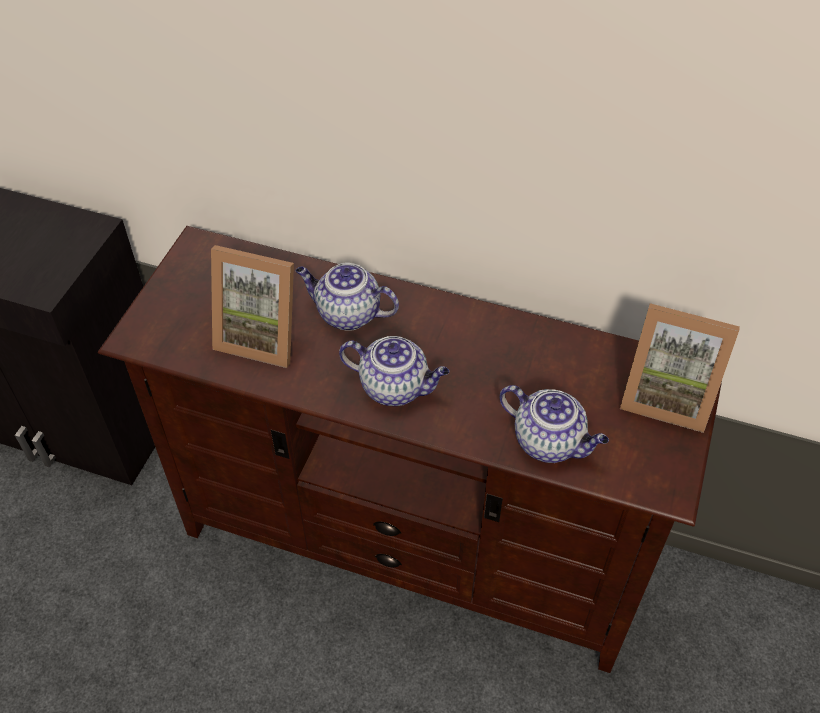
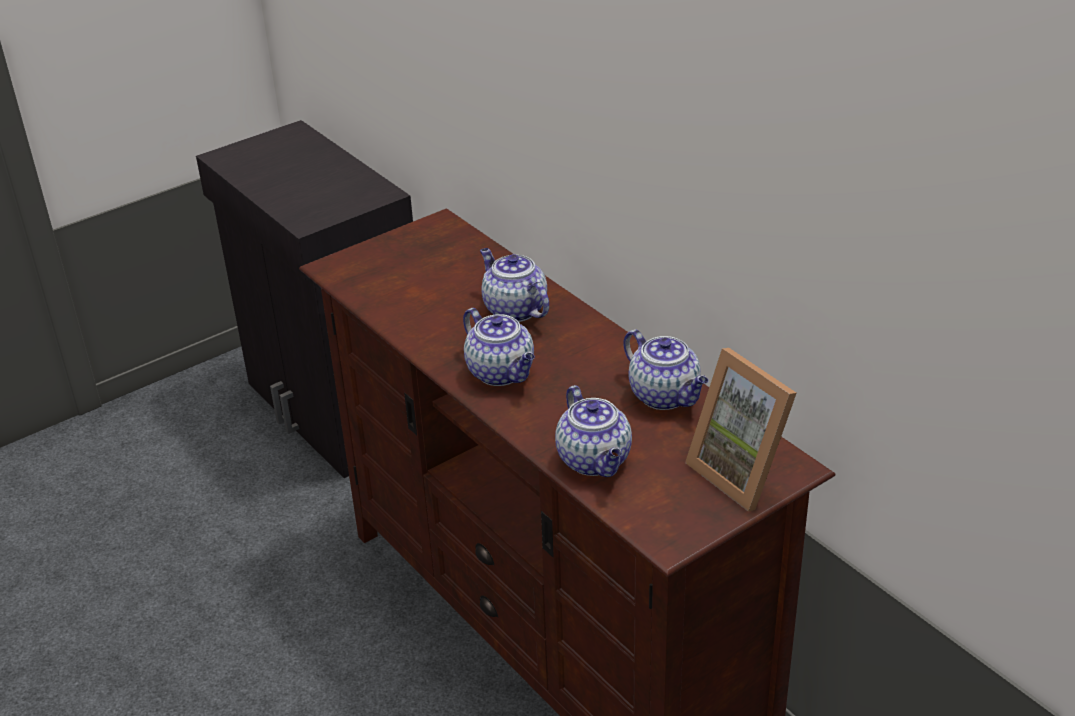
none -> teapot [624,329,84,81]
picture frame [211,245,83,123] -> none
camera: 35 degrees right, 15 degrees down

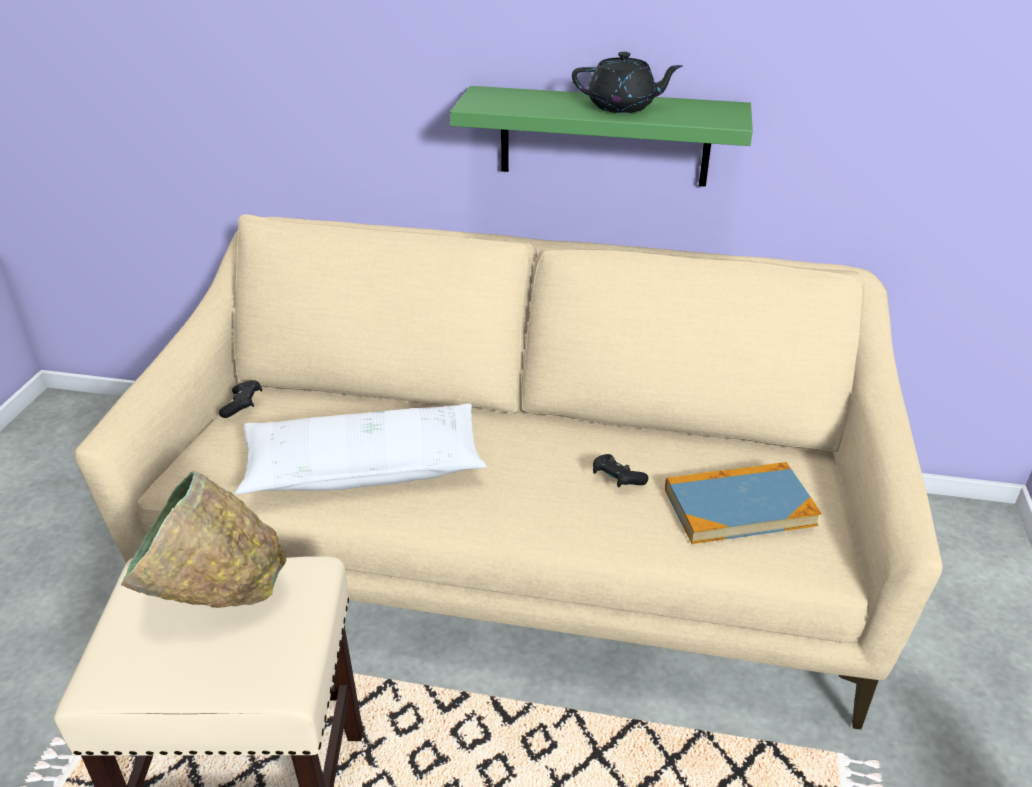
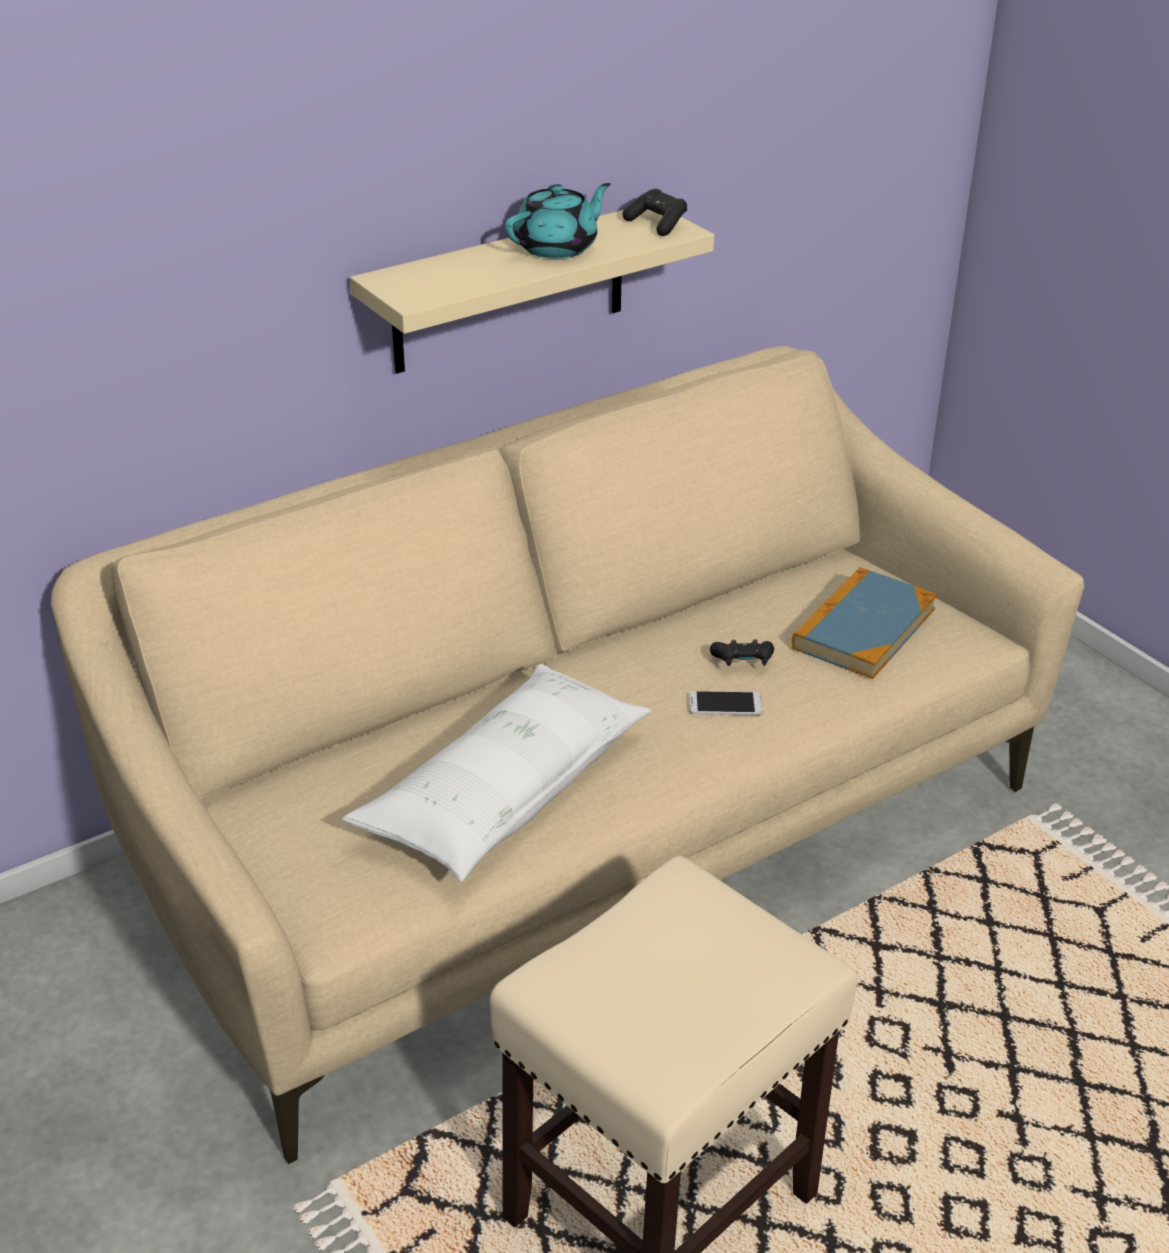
green shelf [450,86,303,101] -> beige shelf [350,209,364,164]
black teapot [572,52,110,61] -> turquoise teapot [505,183,106,76]
black game controller [219,380,43,38] -> black game controller [622,189,65,47], move
none -> phone [689,691,73,24]
green bowl [121,471,165,137] -> none
camera: 45 degrees left, 0 degrees up

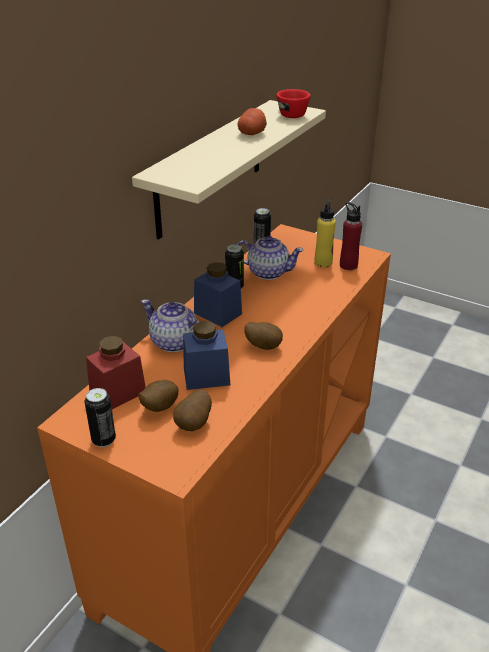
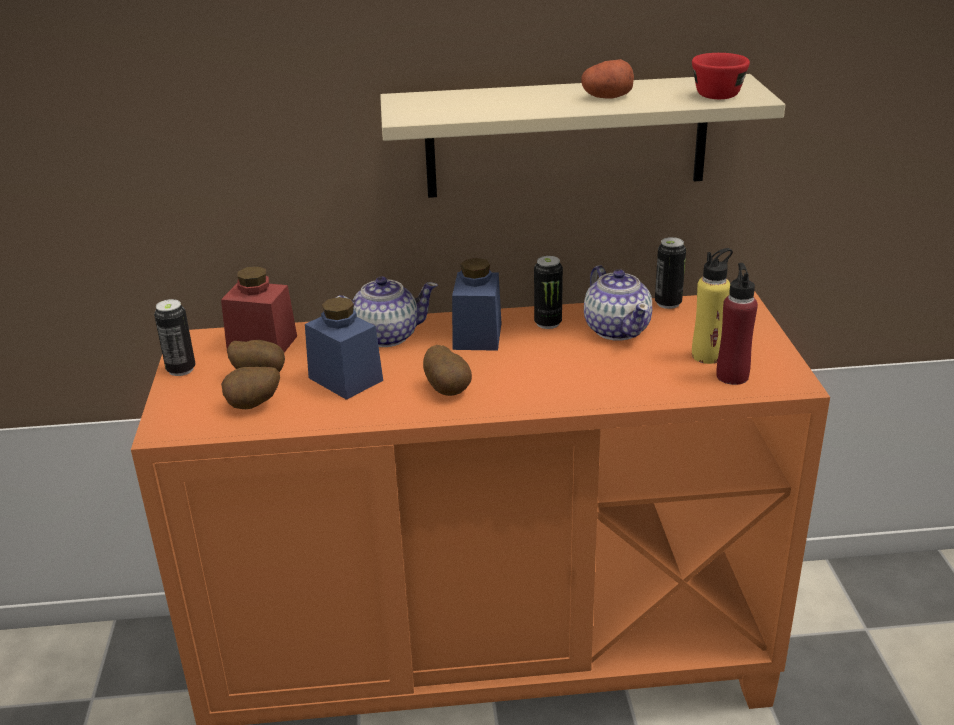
teapot [141,299,59,53] -> teapot [336,276,102,71], 75 degrees clockwise
camera: 55 degrees right, 5 degrees down

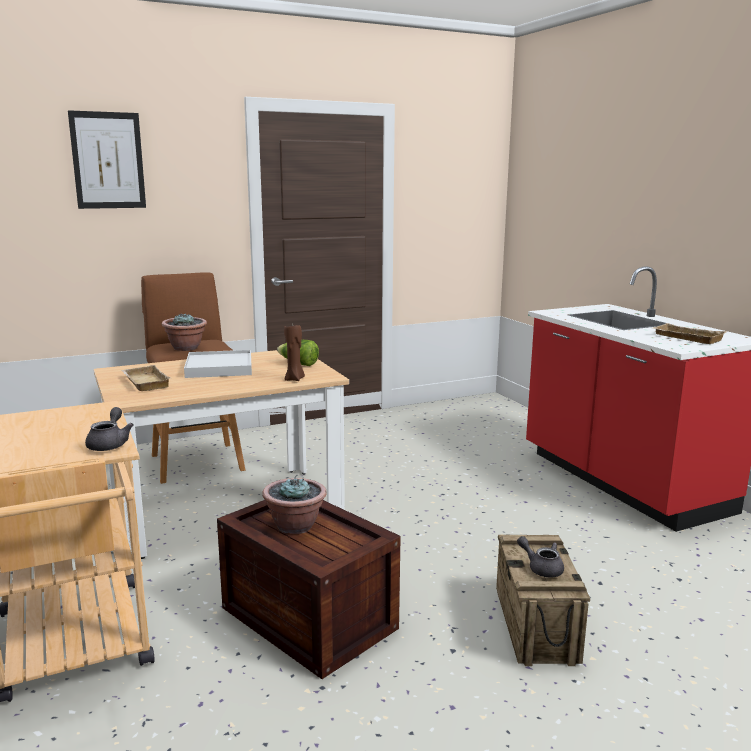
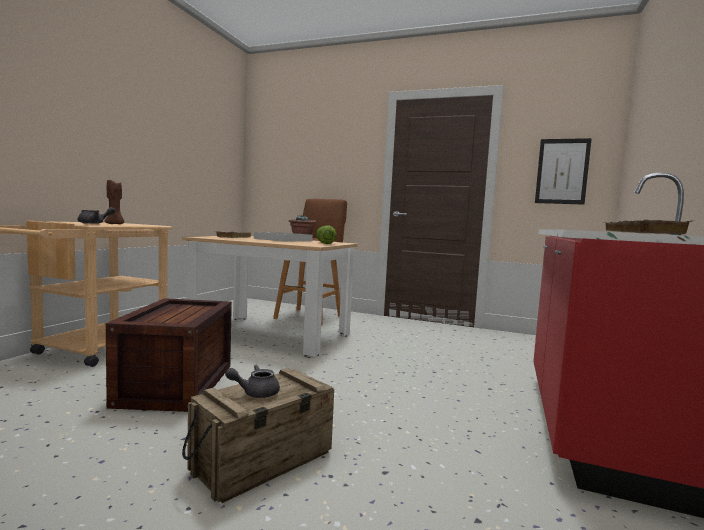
brown candle [284,325,21,56] -> brown candle [105,180,19,44], move
grey teapot [517,536,47,42] -> grey teapot [225,365,55,33], 105 degrees counterclockwise
picture [68,110,78,99] -> picture [535,138,57,67], move
potted plant [262,476,65,58] -> none
camera: 45 degrees right, 10 degrees down

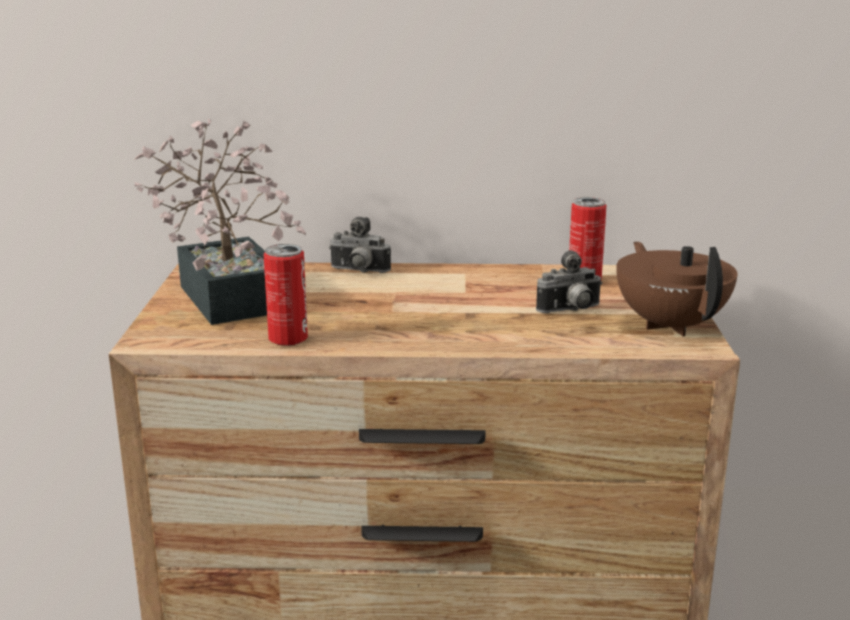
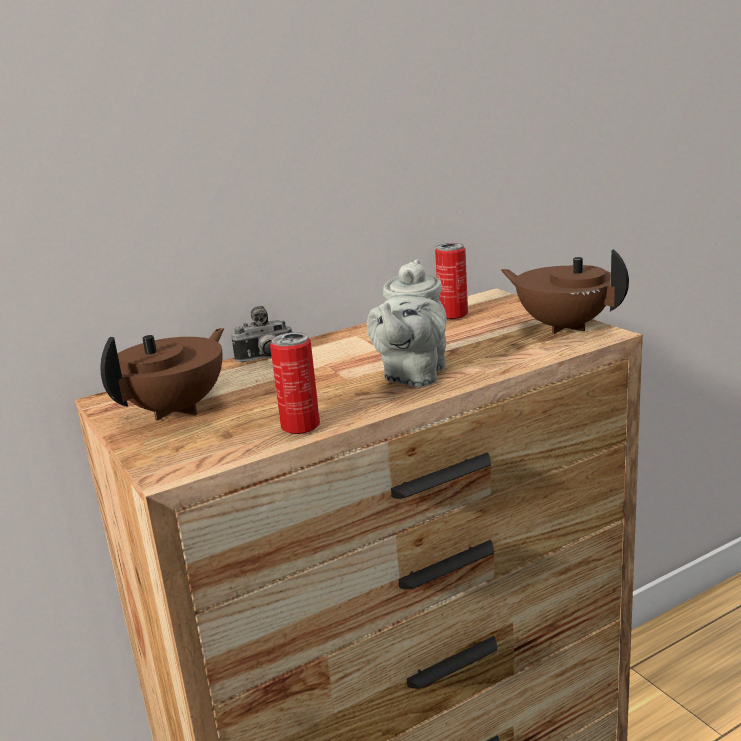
potted plant [134,118,172,207] -> brown teapot [100,328,124,93]
none -> grey teapot [367,259,80,128]
photo camera [536,250,67,63] -> none
camera: 30 degrees left, 0 degrees up

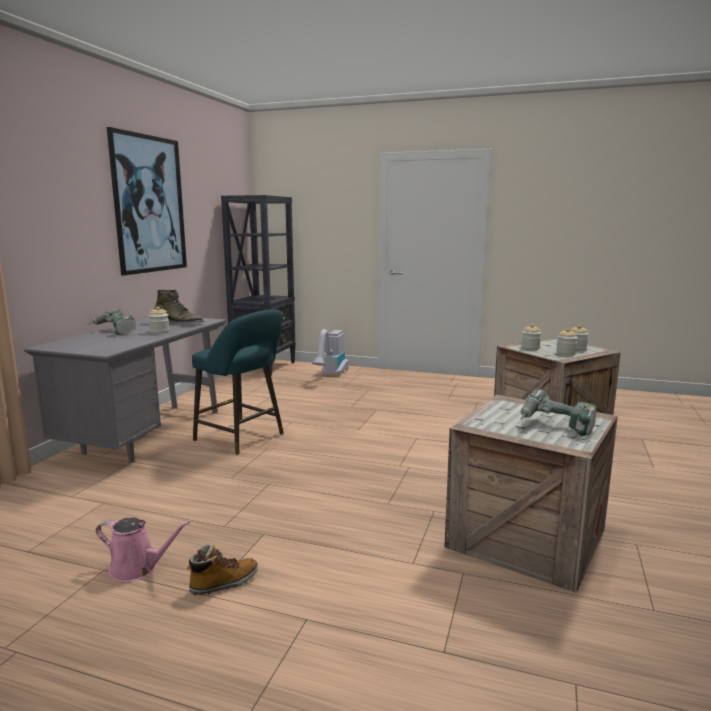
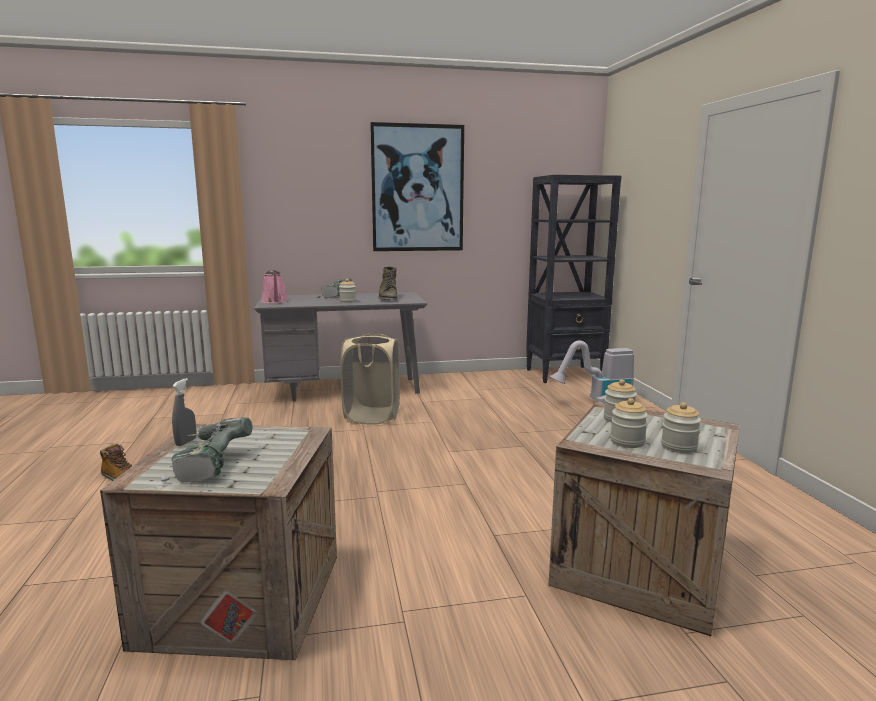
none -> grey spray bottle [172,378,24,68]
pink watering can [96,517,94,65] -> pink watering can [261,270,27,33], move
turquoise stool [192,309,91,146] -> beige laundry basket [341,333,59,92]
camera: 60 degrees right, 0 degrees up

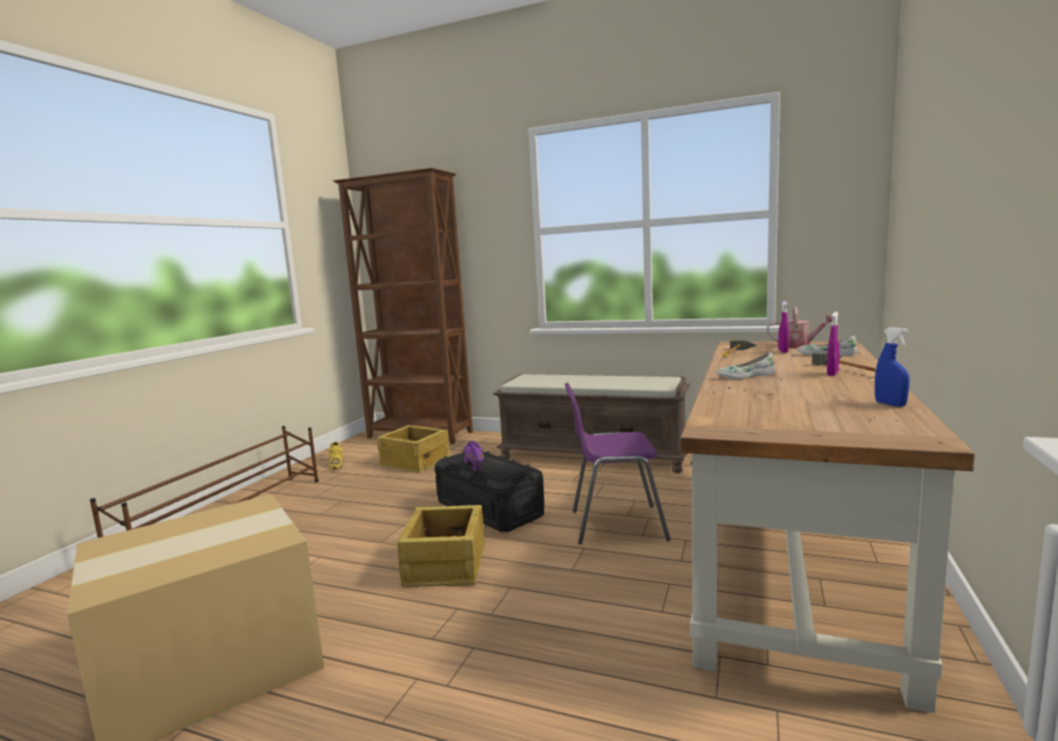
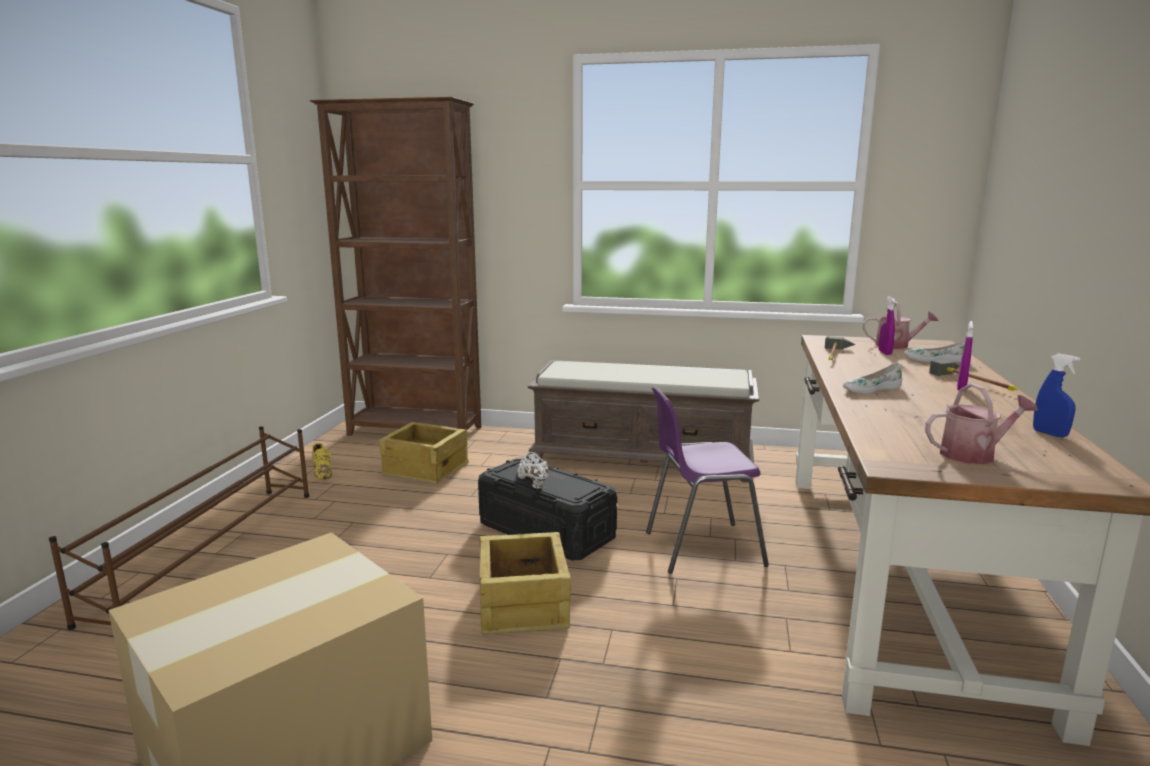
purple shoe [463,441,21,30] -> white shoe [517,452,31,37]
none -> watering can [925,383,113,81]
camera: 10 degrees left, 5 degrees up

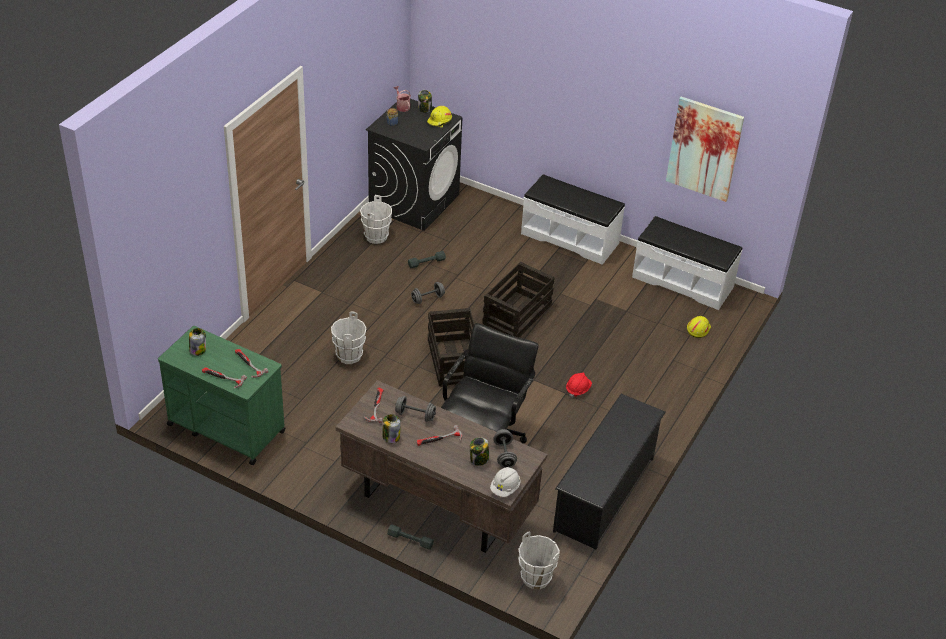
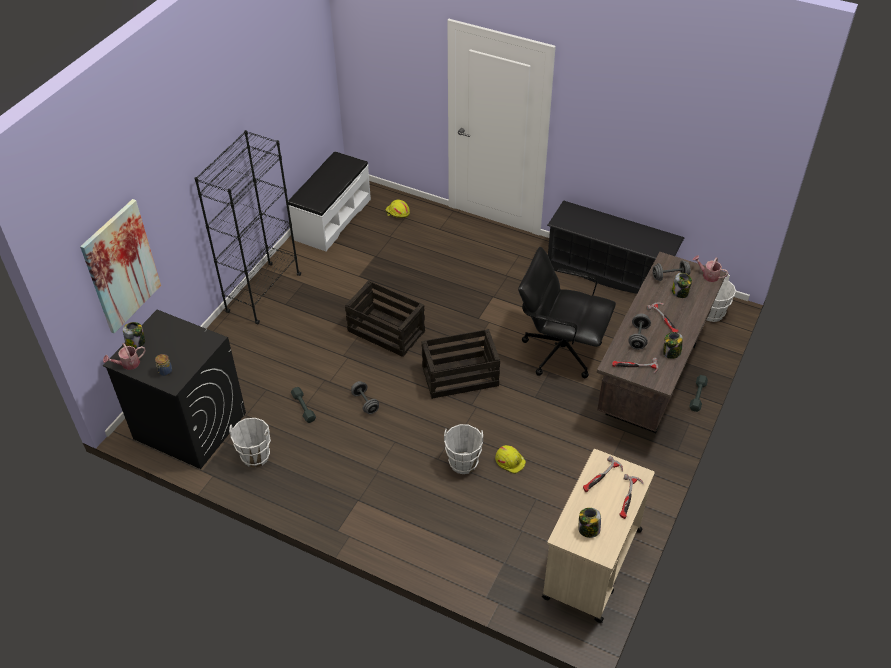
picture [666,97,78,105] -> picture [80,199,81,134], move
white bench [521,174,104,91] -> black bookcase [194,130,107,194]
yellow hard hat [427,106,25,22] -> yellow hard hat [495,445,31,29], move
green cart [158,326,128,139] -> beige cart [542,449,113,174]
white hard hat [490,467,30,30] -> watering can [693,256,35,26]
red hard hat [566,373,26,25] -> none
camera: 90 degrees left, 5 degrees up

